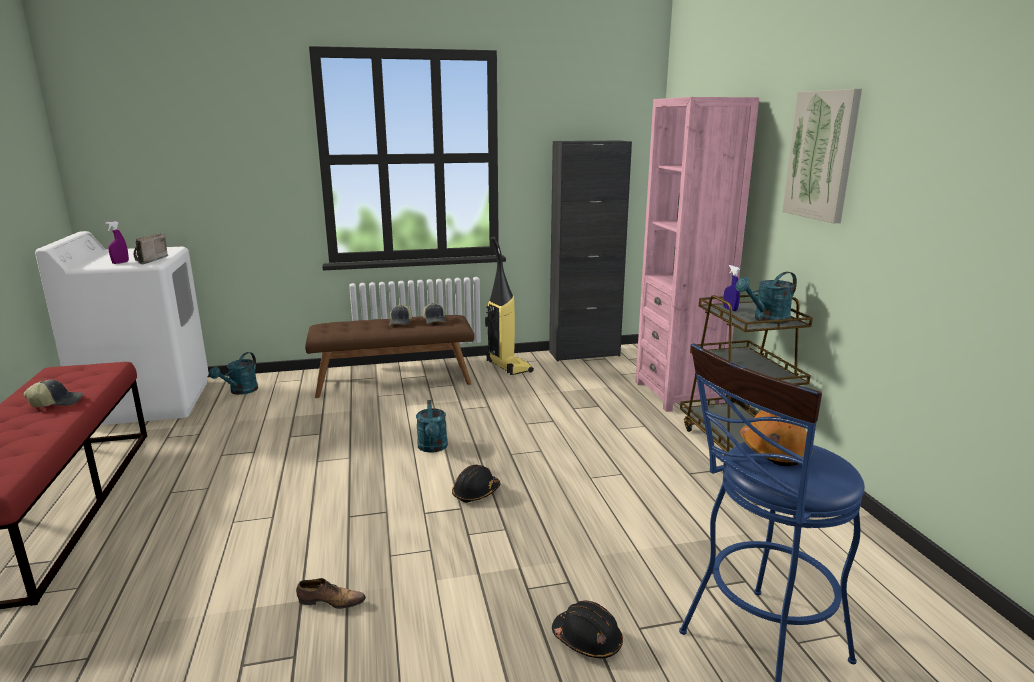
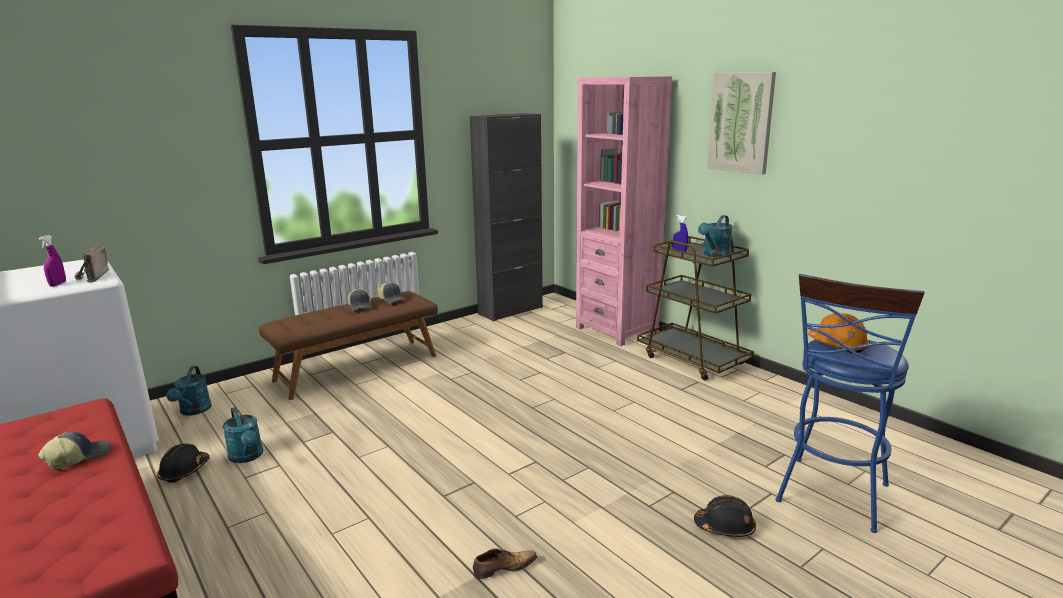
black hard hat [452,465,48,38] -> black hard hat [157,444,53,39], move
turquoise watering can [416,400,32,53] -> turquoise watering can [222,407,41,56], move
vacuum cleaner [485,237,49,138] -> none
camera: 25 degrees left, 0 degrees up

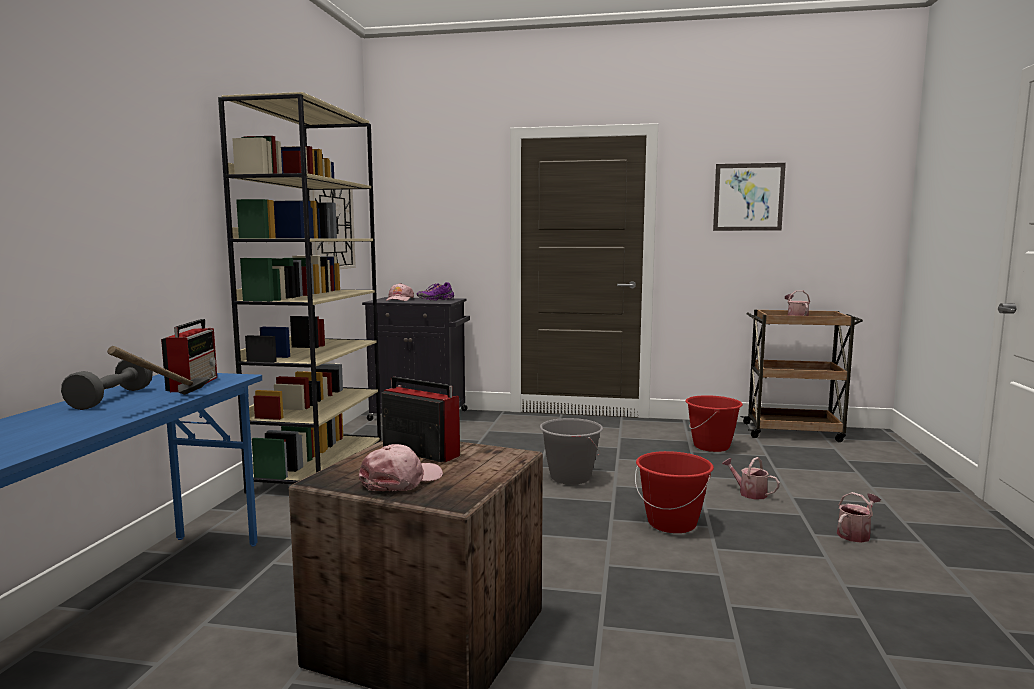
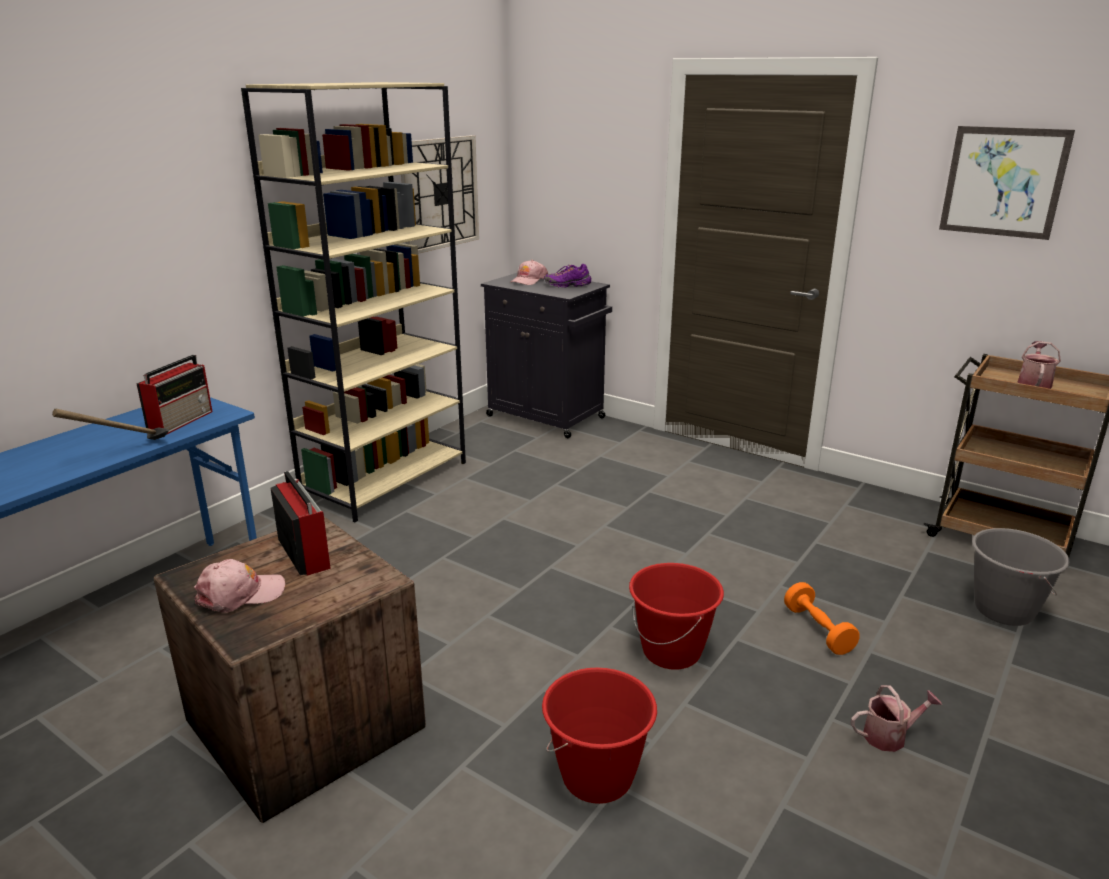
red bucket [686,395,57,57] -> red bucket [542,668,115,136], move
watering can [722,457,58,43] -> orange dumbbell [784,582,76,73]
grey bucket [540,418,63,67] -> grey bucket [972,528,98,98], move
grey dumbbell [61,357,92,53] -> none
camera: 25 degrees right, 15 degrees up

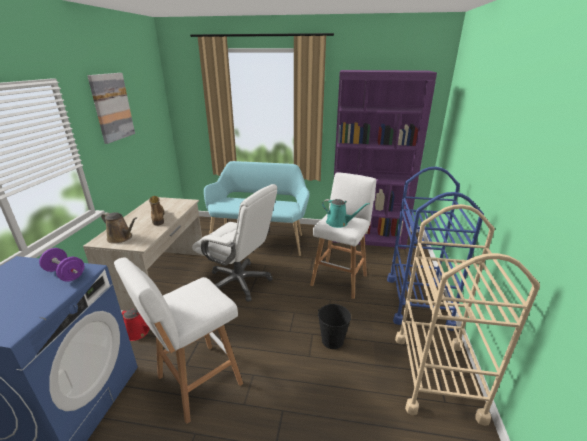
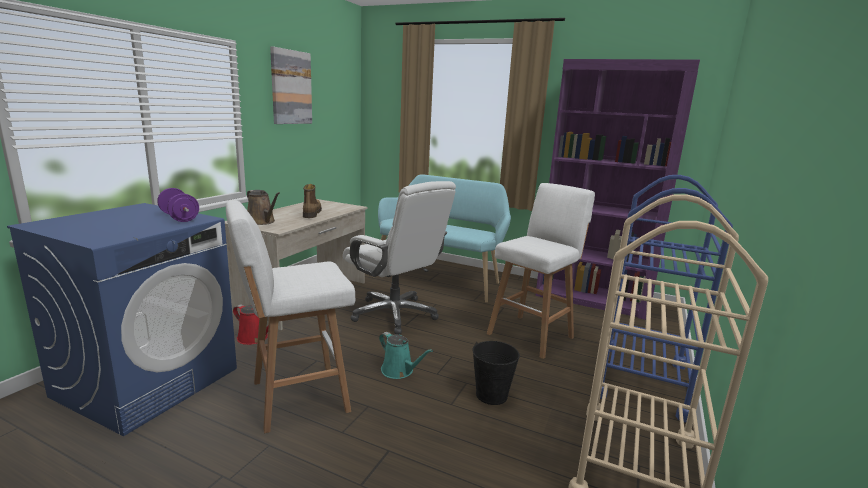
turquoise watering can [322,199,48,29] -> turquoise watering can [379,332,54,47], move
camera: 15 degrees right, 10 degrees down

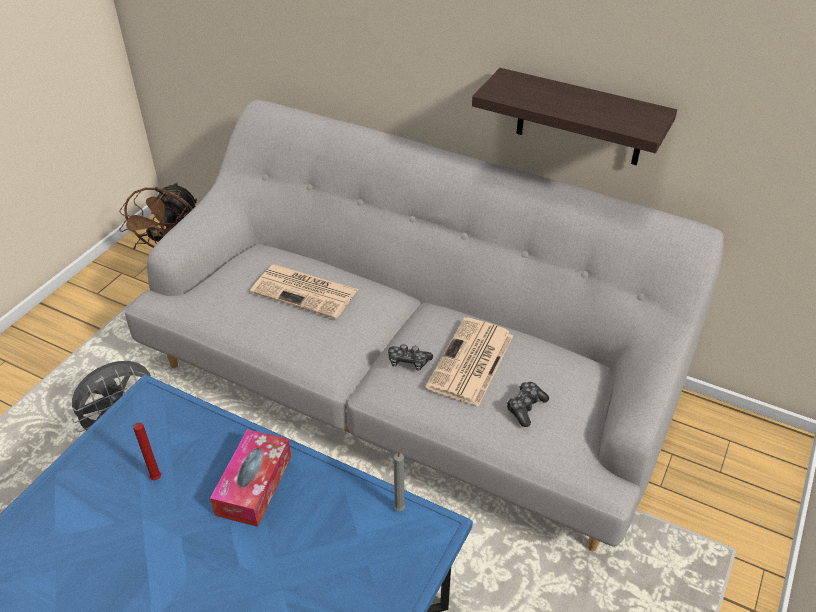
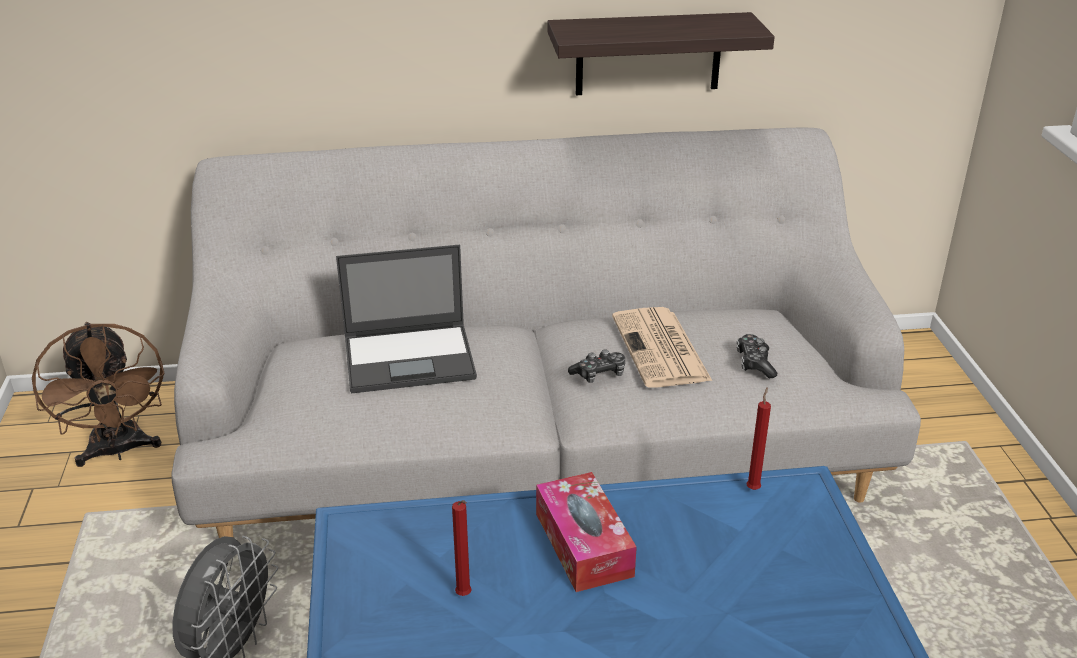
newspaper [250,264,109,55] -> laptop [336,245,141,148]
grey candle [393,445,14,66] -> red candle [747,388,24,102]
camera: 35 degrees left, 10 degrees down

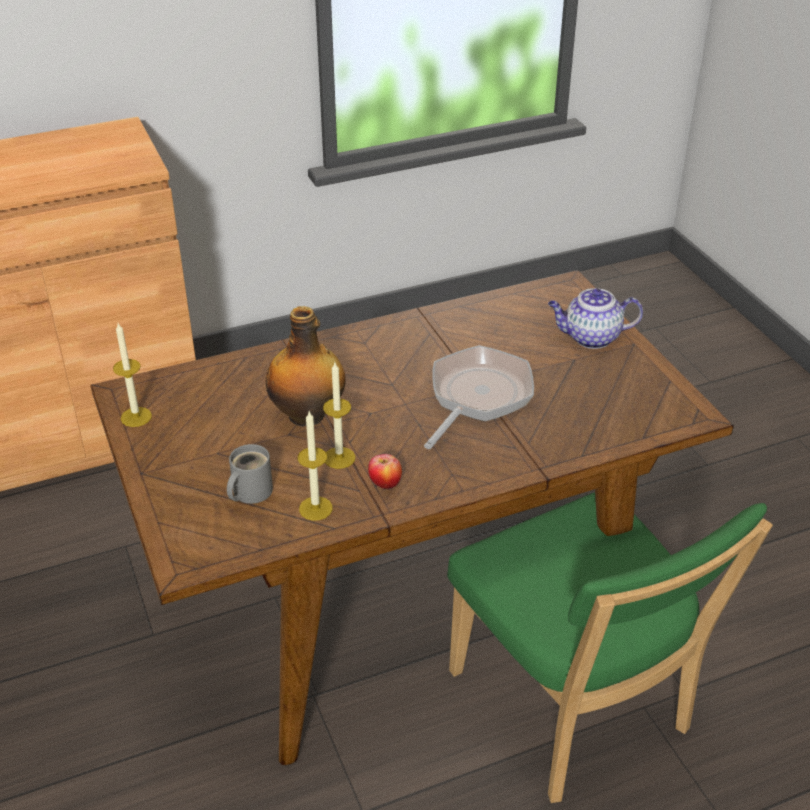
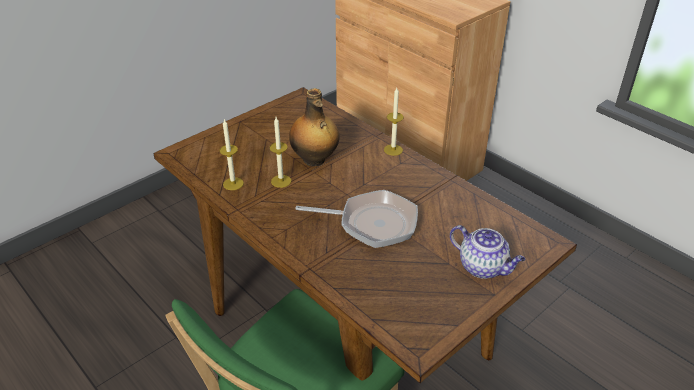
candle [113,323,39,104] -> candle [384,88,20,68], move
teapot [548,288,95,61] -> teapot [450,225,75,54], 150 degrees clockwise
grey mug [227,444,46,60] -> none
apple [368,454,34,36] -> none
camera: 70 degrees right, 0 degrees up

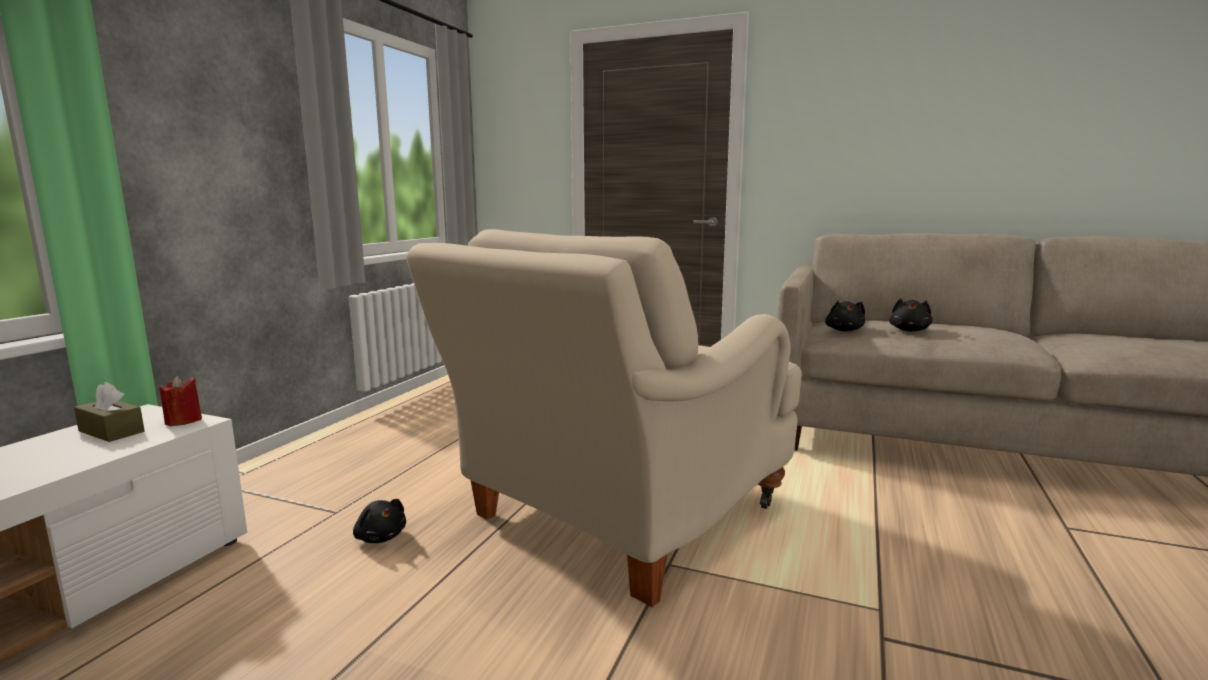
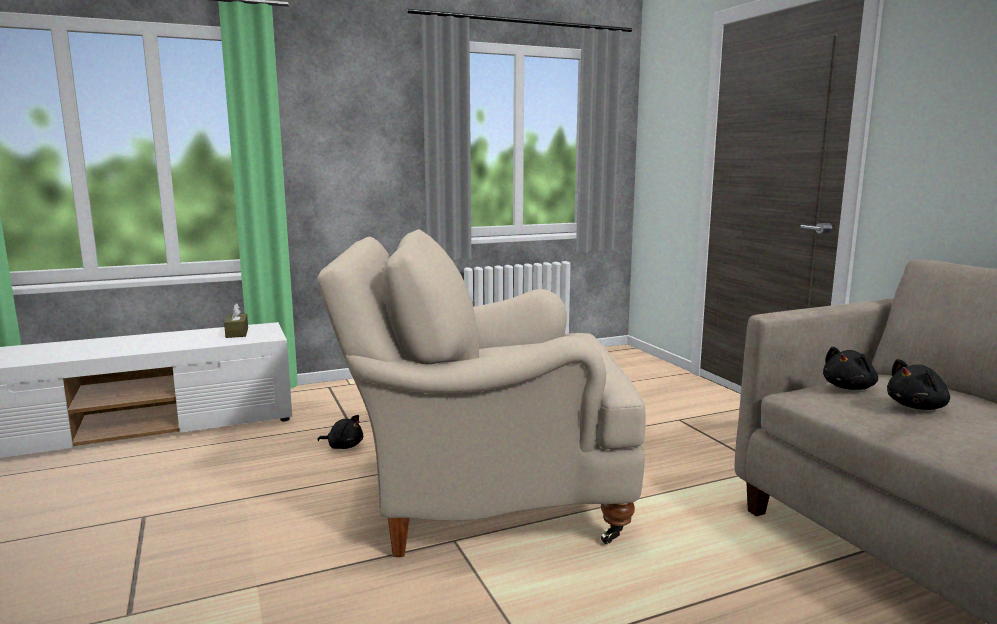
black plush toy [353,499,53,44] -> black plush toy [317,415,46,34], 75 degrees counterclockwise
red candle [159,376,43,50] -> none
camera: 45 degrees right, 0 degrees up

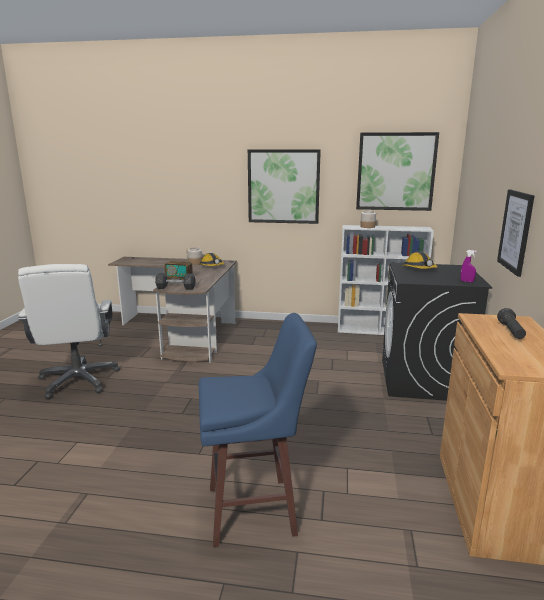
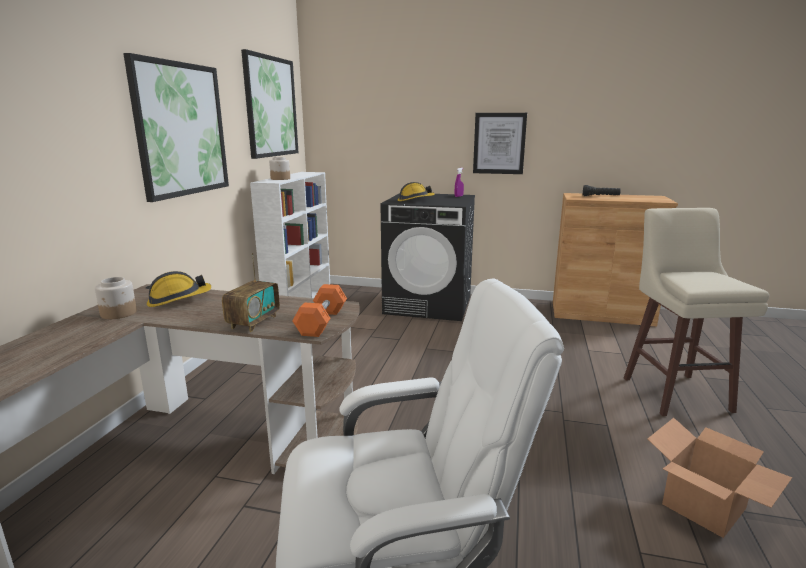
grey dumbbell [155,273,41,17] -> orange dumbbell [293,284,54,53]
blue stool [199,313,118,234] -> beige stool [624,208,145,208]
none -> cardboard box [648,418,144,120]
camera: 85 degrees left, 0 degrees up

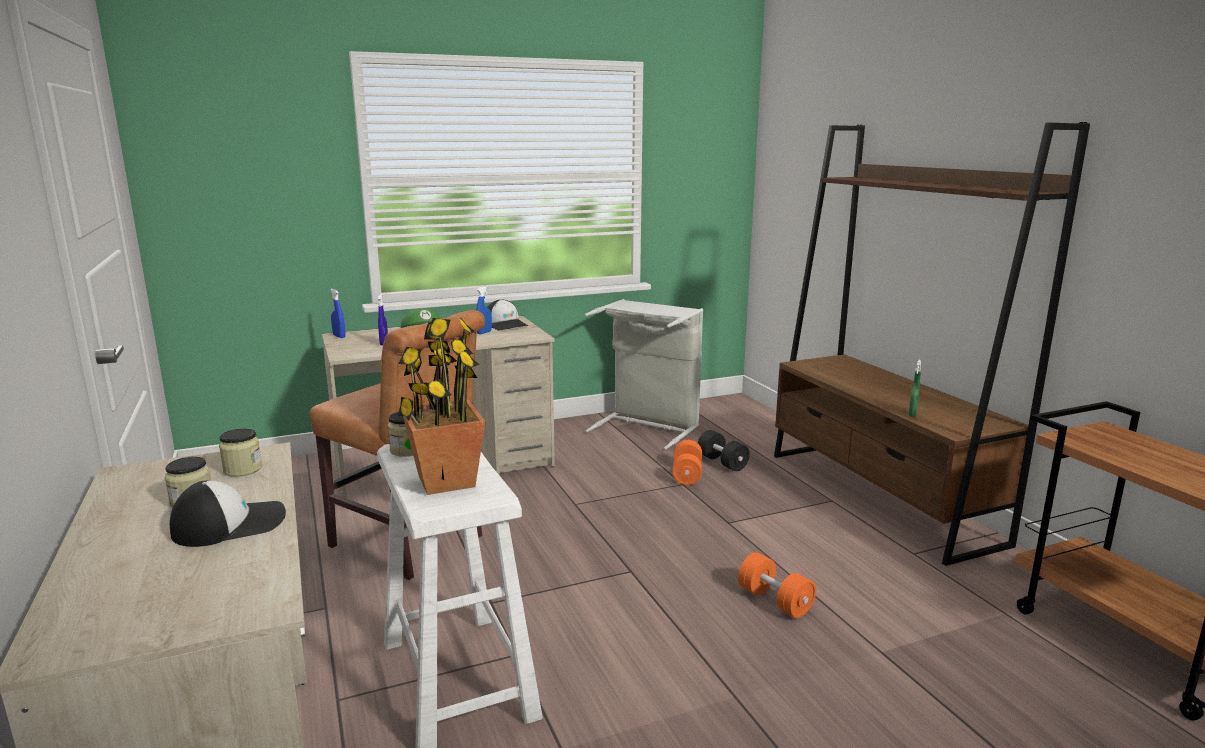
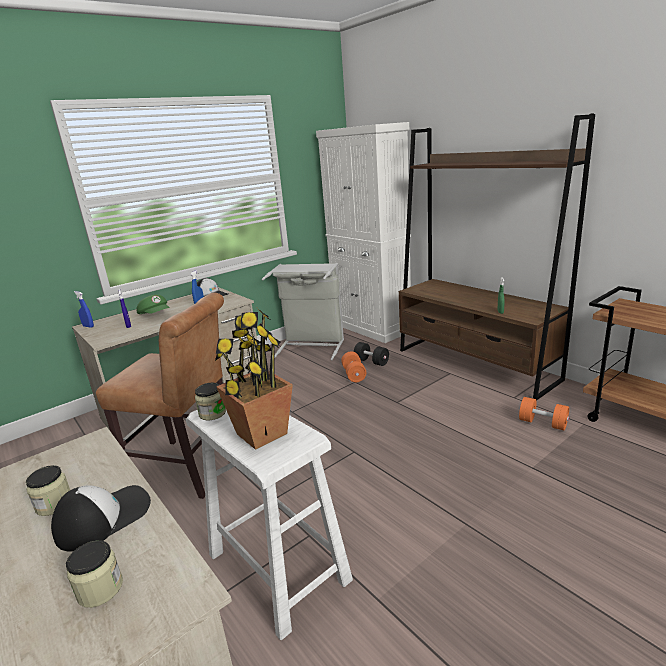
jar [219,428,43,49] -> jar [66,541,57,67], move
none -> white cabinet [316,122,95,221]
orange dumbbell [738,552,78,66] -> orange dumbbell [519,397,50,34], move
camera: 15 degrees left, 5 degrees up

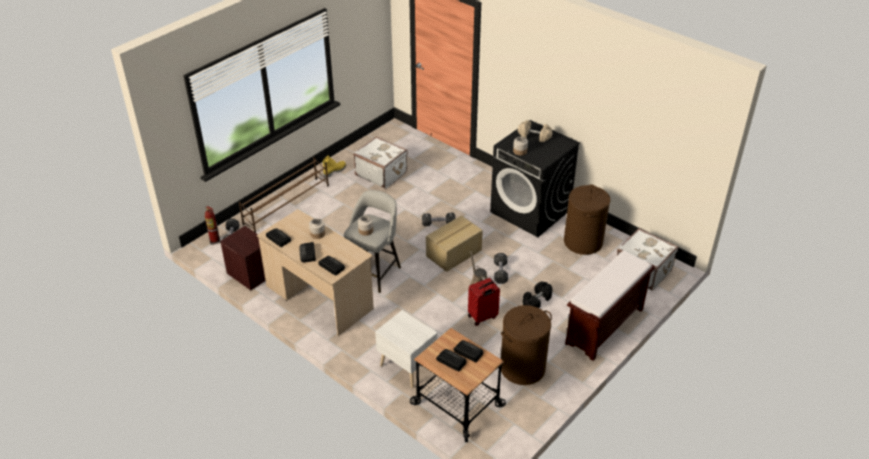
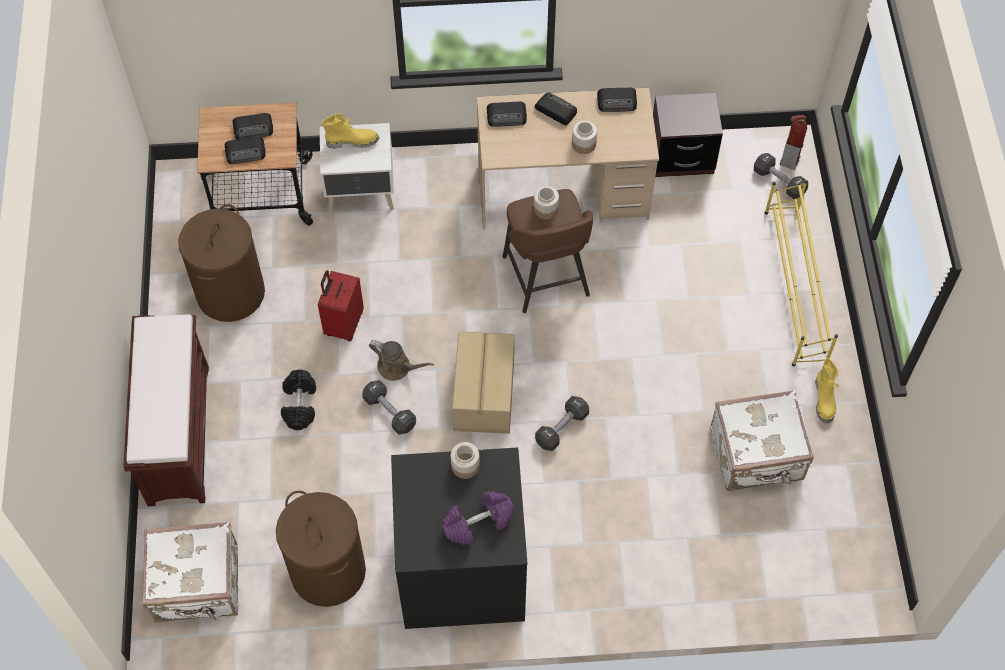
none -> yellow boot [322,113,57,36]
beige dumbbell [518,120,35,22] -> purple dumbbell [442,491,72,54]
grey stool [344,190,57,103] -> brown stool [503,189,90,124]
brown shoe rack [239,156,90,77] -> yellow shoe rack [765,180,73,186]
camera: 135 degrees right, 20 degrees up

